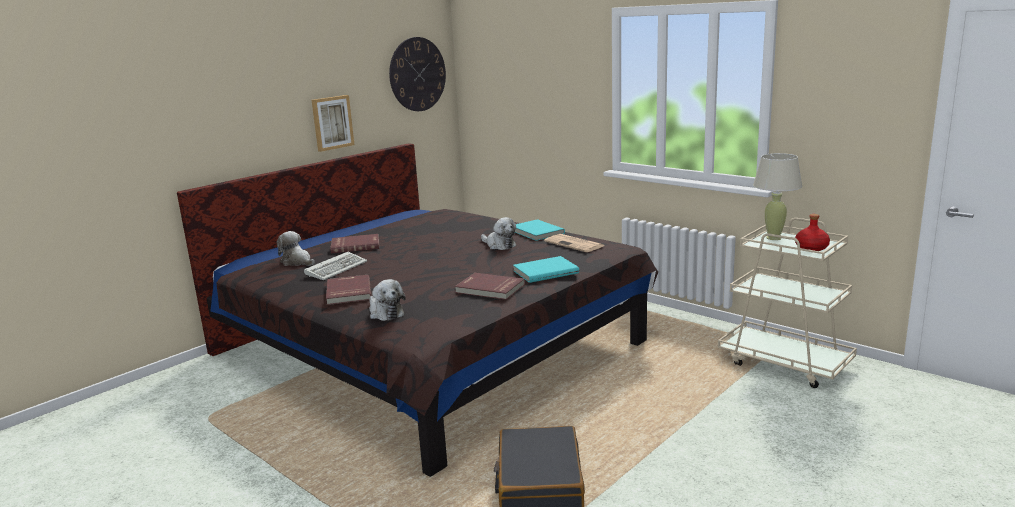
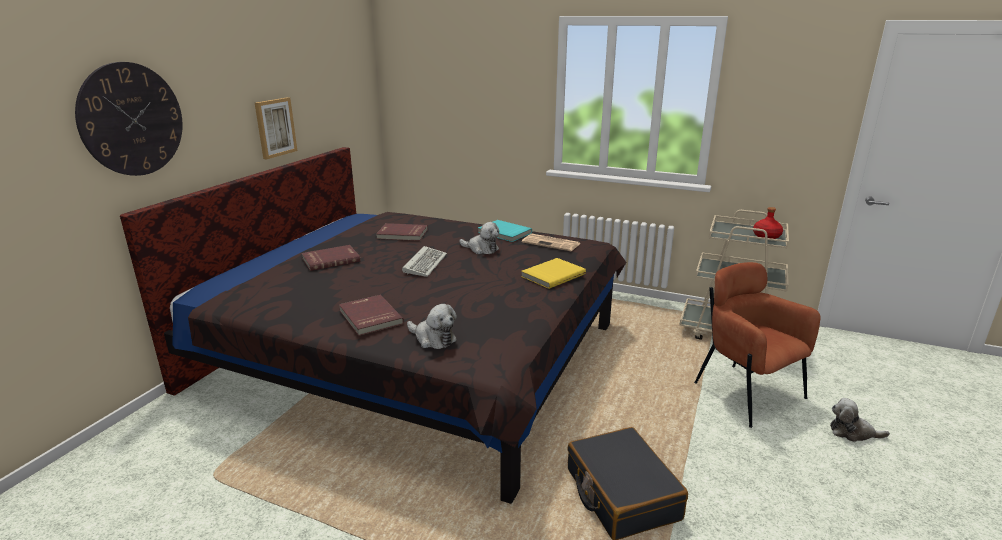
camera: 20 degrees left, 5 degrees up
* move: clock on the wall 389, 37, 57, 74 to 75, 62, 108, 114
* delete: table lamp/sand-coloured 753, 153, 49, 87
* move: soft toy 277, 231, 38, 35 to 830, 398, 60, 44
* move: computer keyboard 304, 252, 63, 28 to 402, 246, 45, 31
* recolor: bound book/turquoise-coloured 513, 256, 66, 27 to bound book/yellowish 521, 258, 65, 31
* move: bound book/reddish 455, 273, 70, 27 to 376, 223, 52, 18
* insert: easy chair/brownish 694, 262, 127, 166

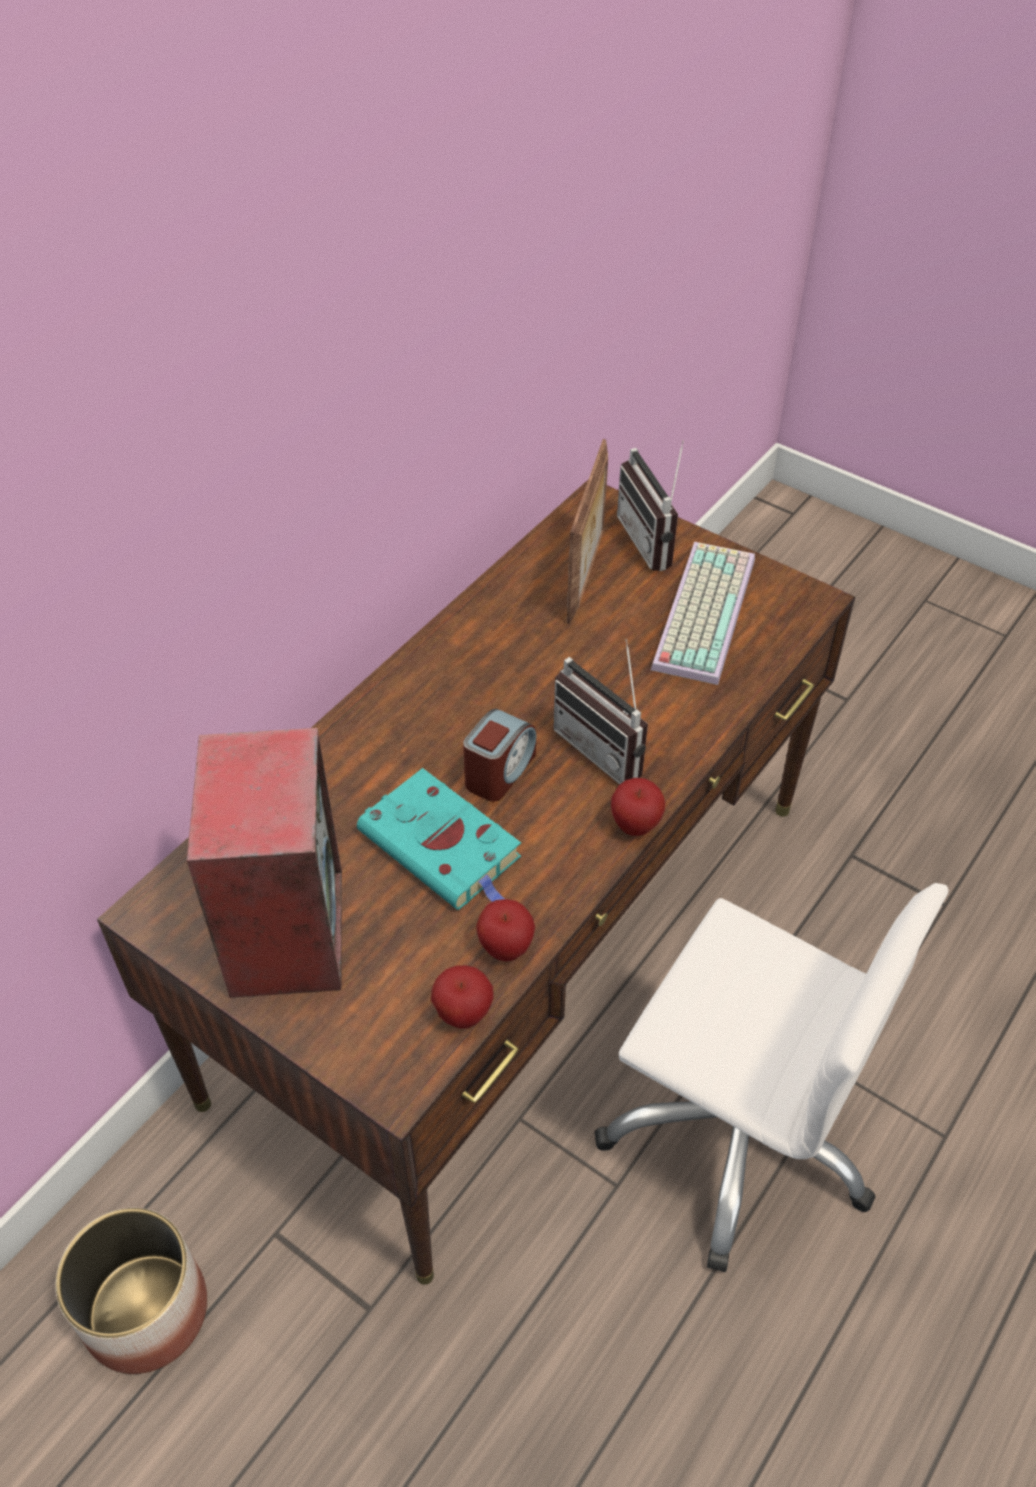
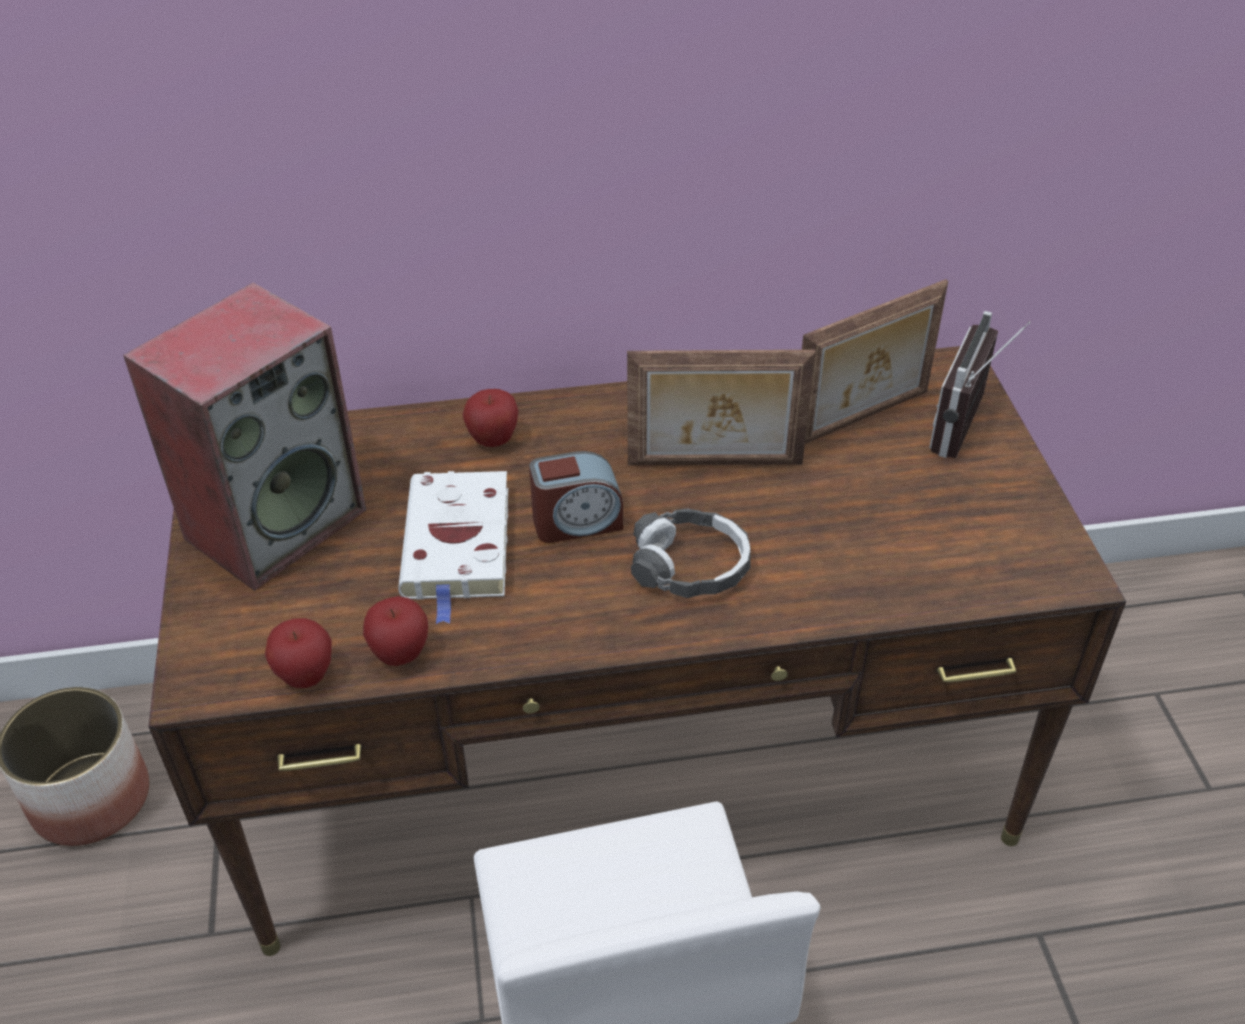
camera: 45 degrees right, 5 degrees down
* delete: computer keyboard 651, 542, 104, 143
* replace: radio set 553, 639, 95, 145 to headphones 631, 508, 120, 90
* recolor: bound book/turquoise-coloured 357, 768, 164, 142 to bound book/white 398, 471, 110, 153
* move: whole apple 611, 778, 54, 58 to 462, 389, 56, 58
* insert: picture frame 627, 350, 188, 115

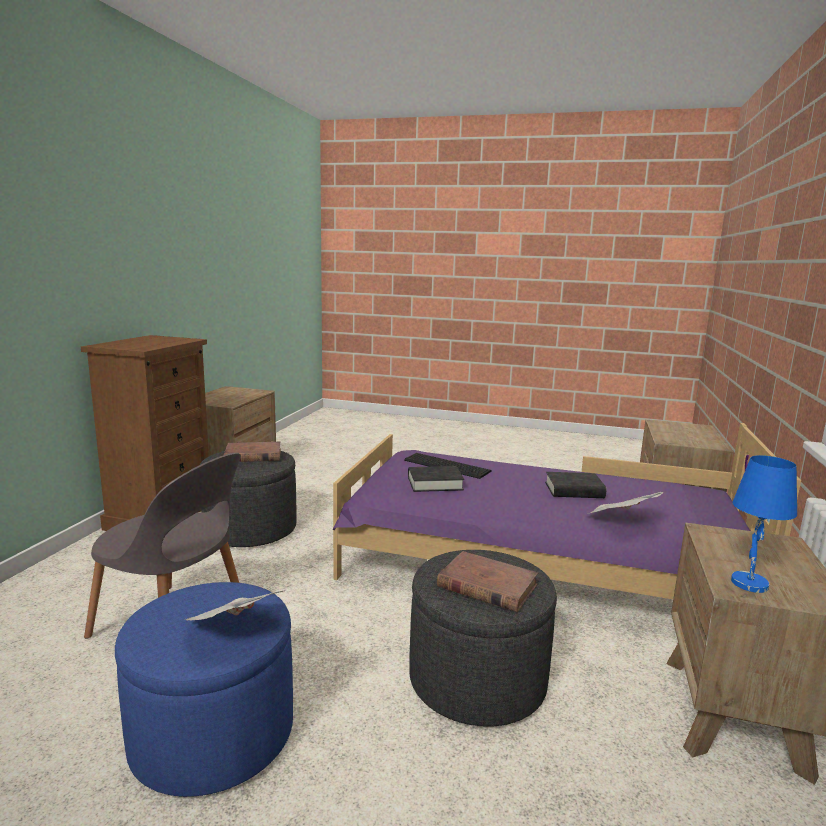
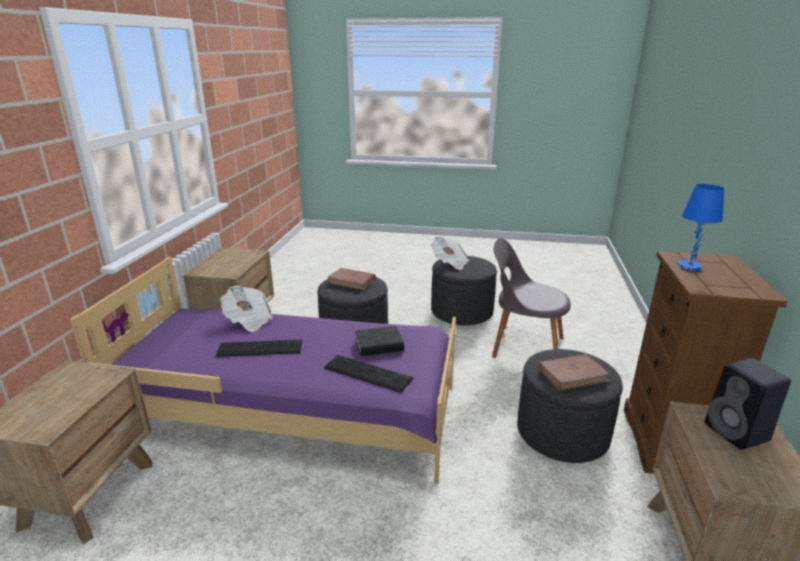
camera: 175 degrees right, 10 degrees up
* move: table lamp/blue-coloured 731, 455, 66, 138 to 678, 184, 46, 87
* replace: bound book/black 545, 472, 62, 26 to computer keyboard 216, 339, 87, 18
* recolor: pouffe/blue-coloured 115, 582, 178, 215 to pouffe/greyish 431, 256, 66, 69
* insert: speaker/black 705, 358, 86, 92

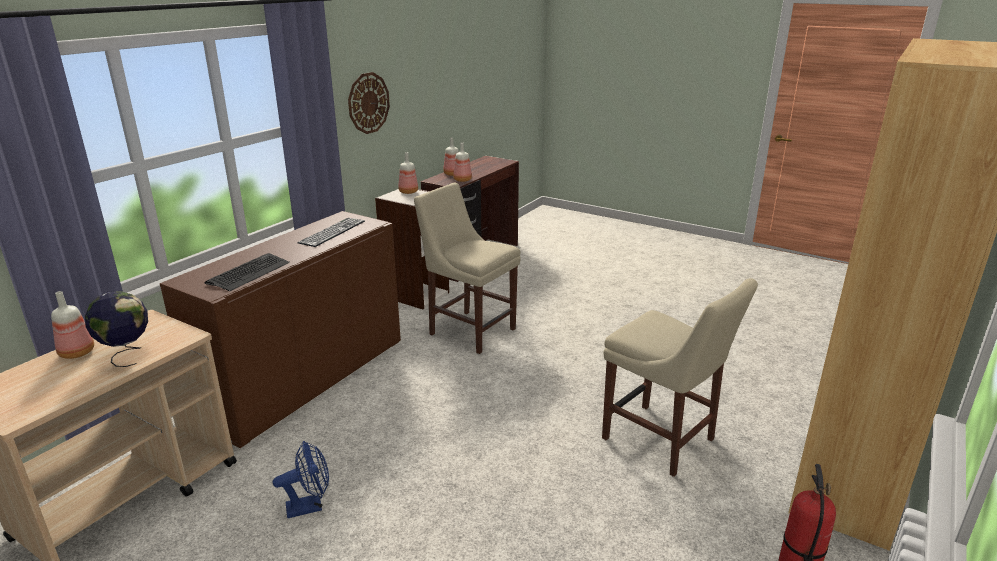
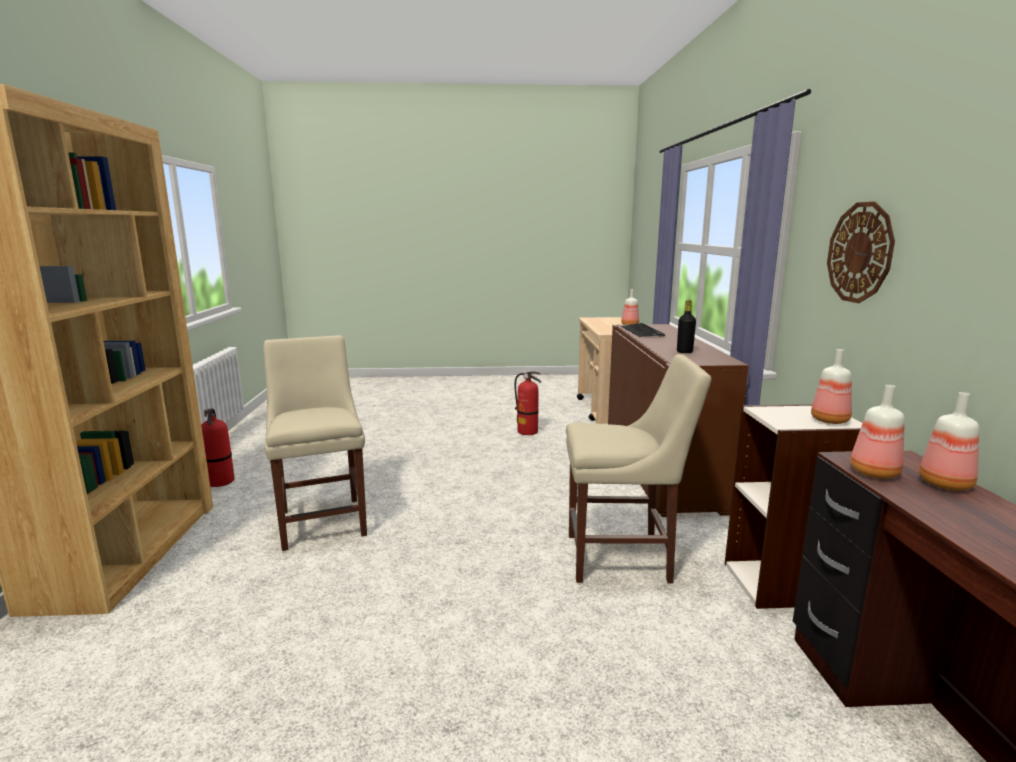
camera: 145 degrees right, 10 degrees down
* replace: computer keyboard 298, 218, 67, 29 to drink bottle/black 677, 300, 19, 53
* rotate: upright chair/sand-coloured 602, 278, 156, 199 = 263, 335, 104, 216 60 degrees clockwise
* delete: desk globe 85, 291, 63, 76
* replace: fan/blue-coloured 273, 441, 56, 77 to fire-fighting cylinder 515, 371, 26, 64

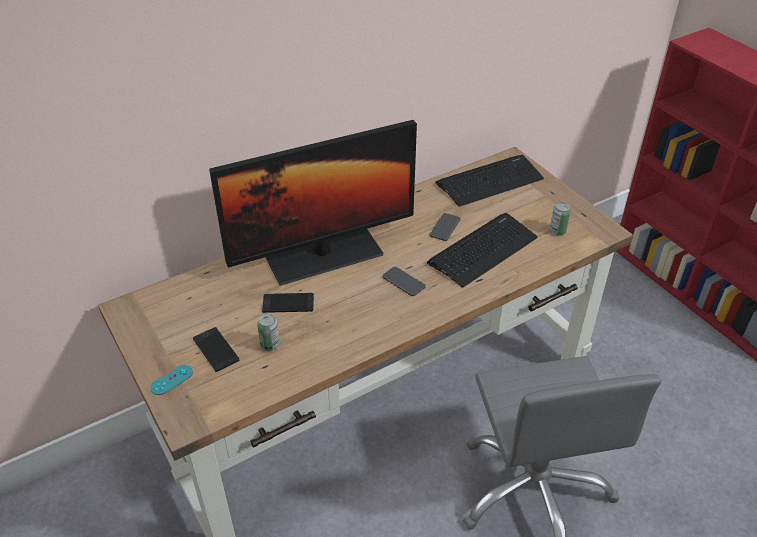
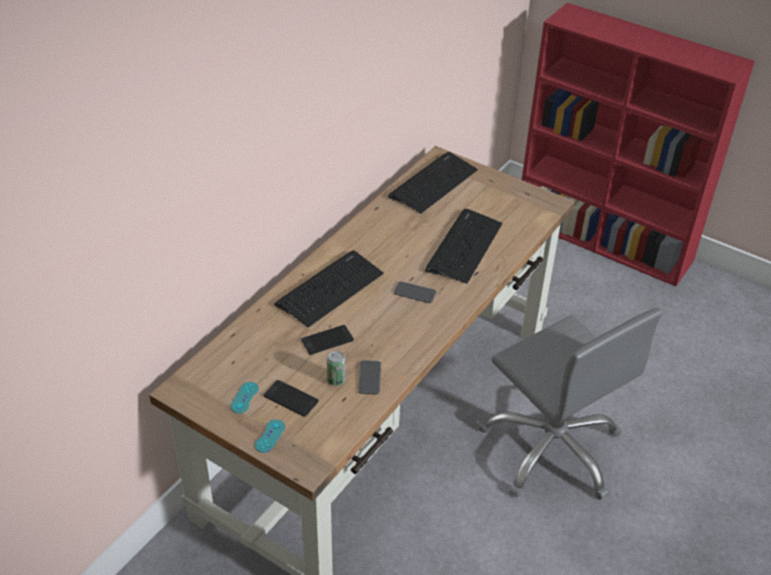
camera: 25 degrees left, 0 degrees up
* replace: computer screen 209, 120, 208, 166 to computer keyboard 274, 250, 110, 77
* delete: sealed can 550, 202, 21, 34
* move: telephone 430, 213, 30, 28 to 358, 360, 23, 34
* insert: gamepad/turquoise-coloured 231, 382, 28, 31

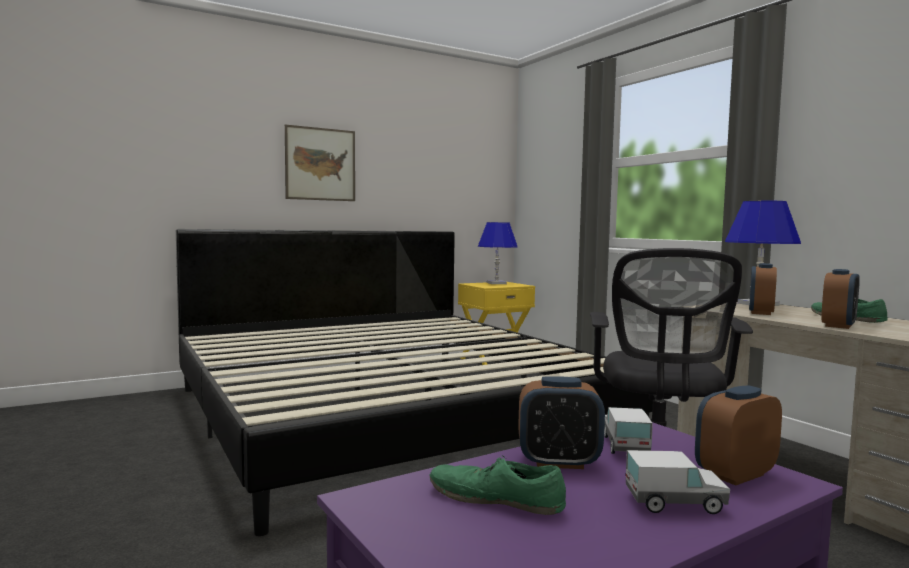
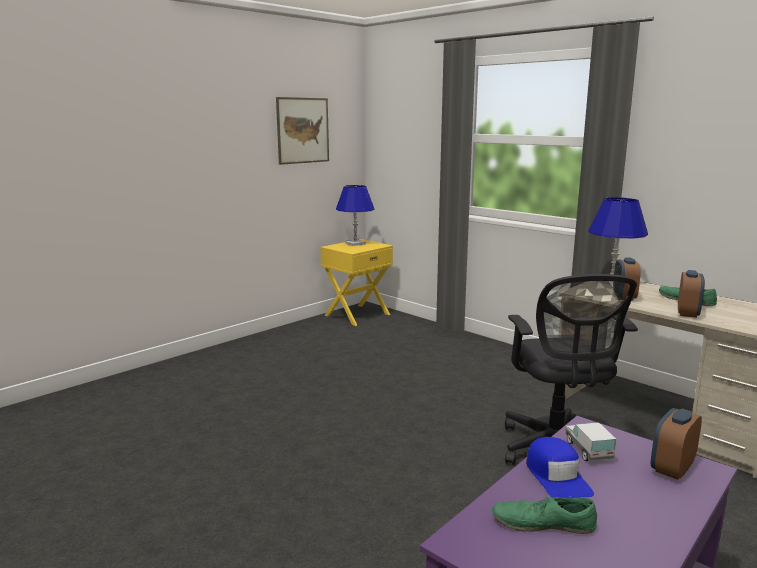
camera: 15 degrees left, 10 degrees up
* move: wall picture 285, 124, 70, 77 to 276, 97, 53, 68
* delete: bedroom bed 176, 229, 477, 307
* replace: table clock 518, 376, 87, 93 to peaked cap/blue-coloured 526, 437, 68, 61
* delete: model truck 626, 450, 104, 64

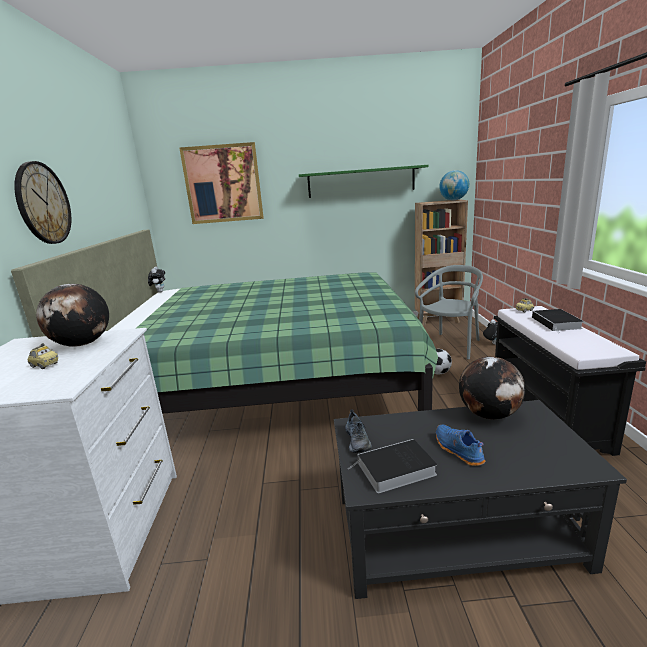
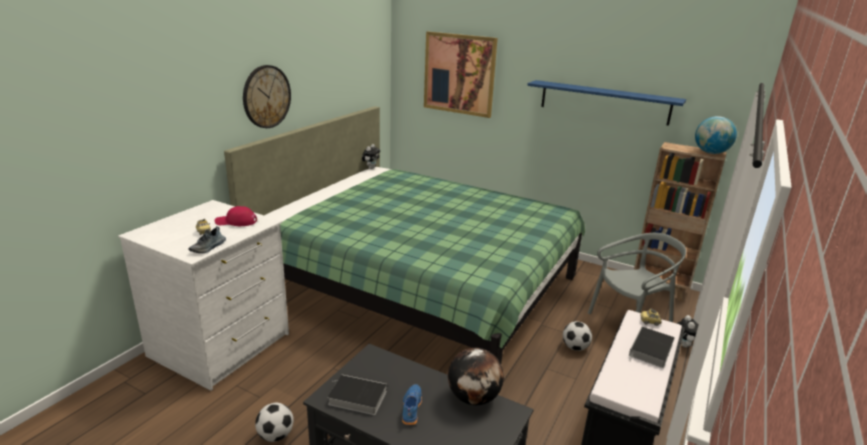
camera: 30 degrees right, 5 degrees up
* recolor: shelf/green-coloured 299, 165, 130, 33 to shelf/blue-coloured 527, 80, 159, 46
* replace: desk globe 36, 284, 73, 63 to peaked cap/reddish 215, 206, 42, 20
* move: item of footwear 345, 410, 27, 43 to 188, 226, 38, 27
* insert: football ball 255, 403, 39, 39

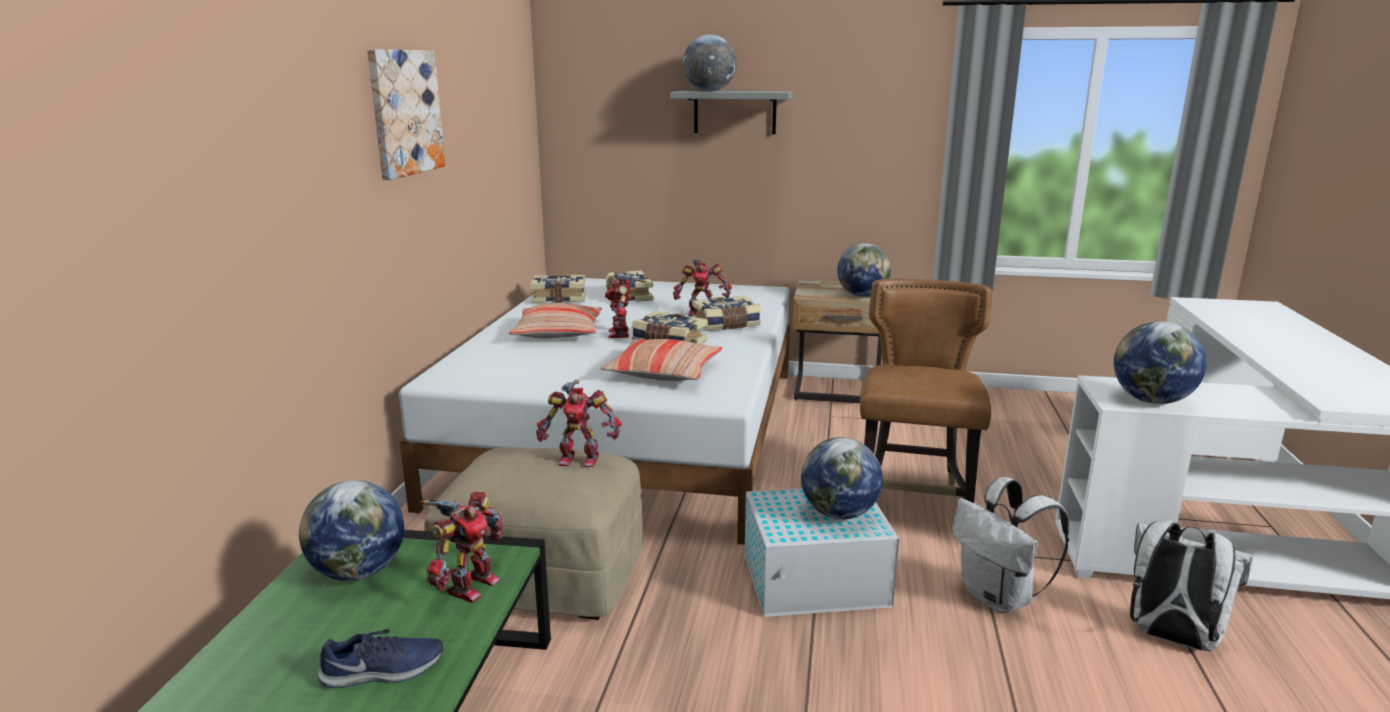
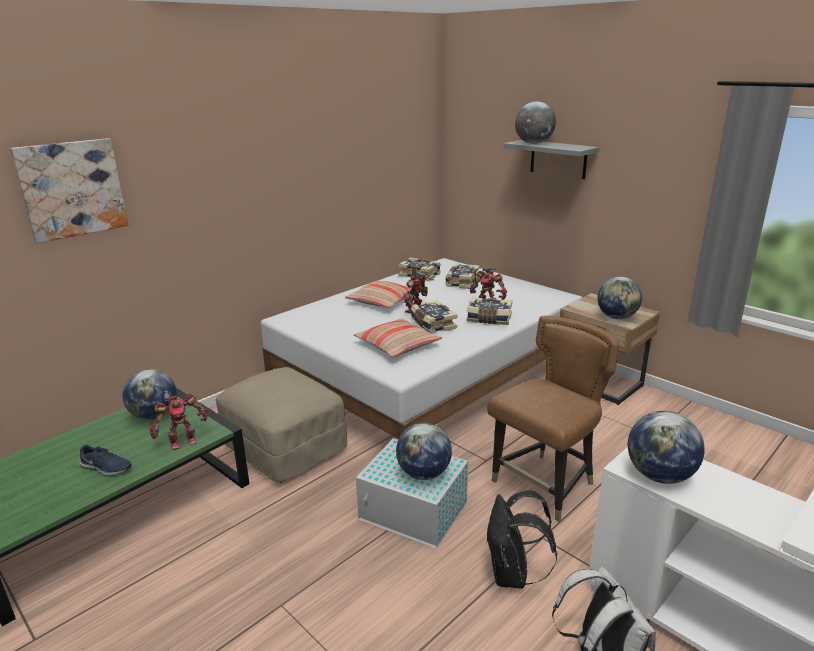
camera: 35 degrees right, 5 degrees up
* move: wall picture 367, 49, 78, 131 to 10, 138, 118, 105
* delete: toy robot 536, 380, 86, 87
* recolor: rucksack/white 952, 477, 117, 137 to rucksack/black 486, 490, 71, 98

